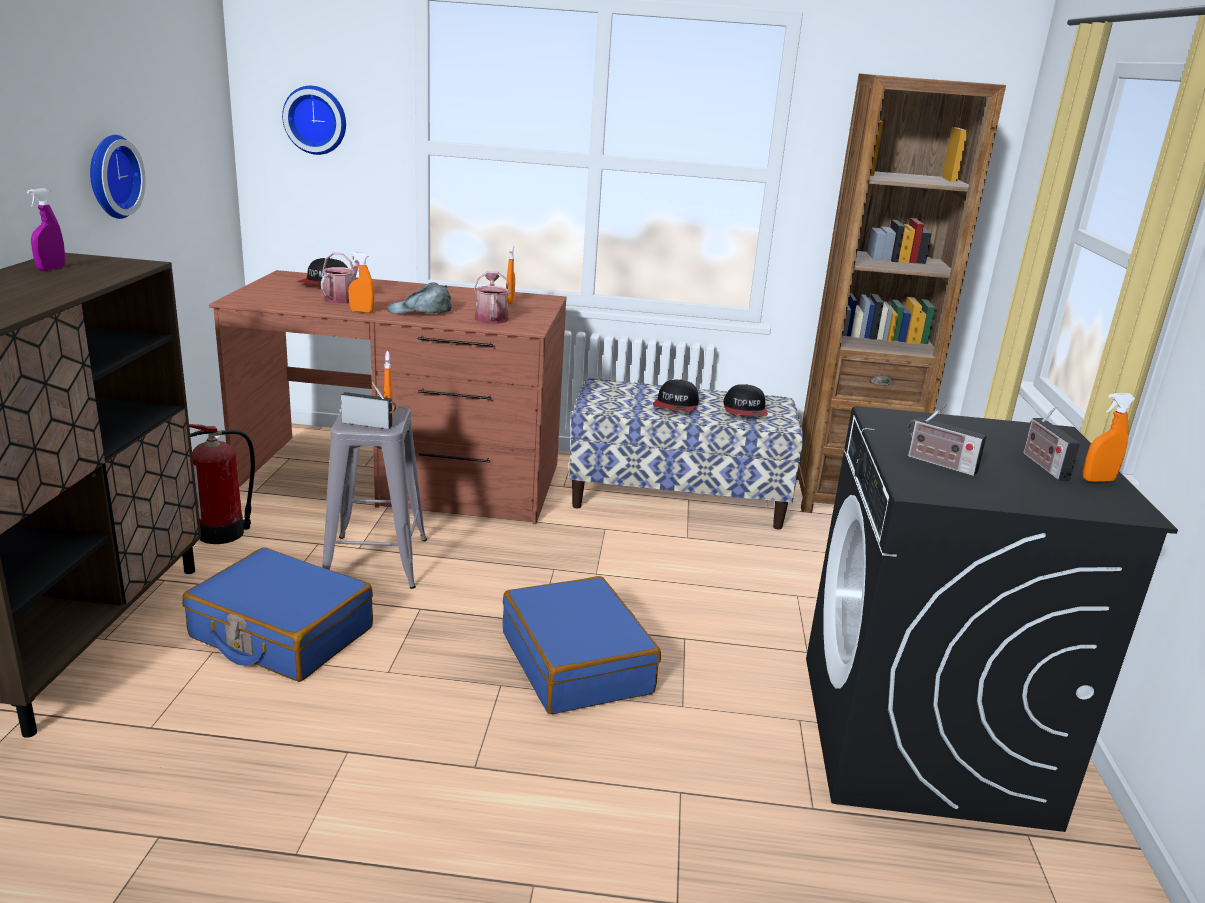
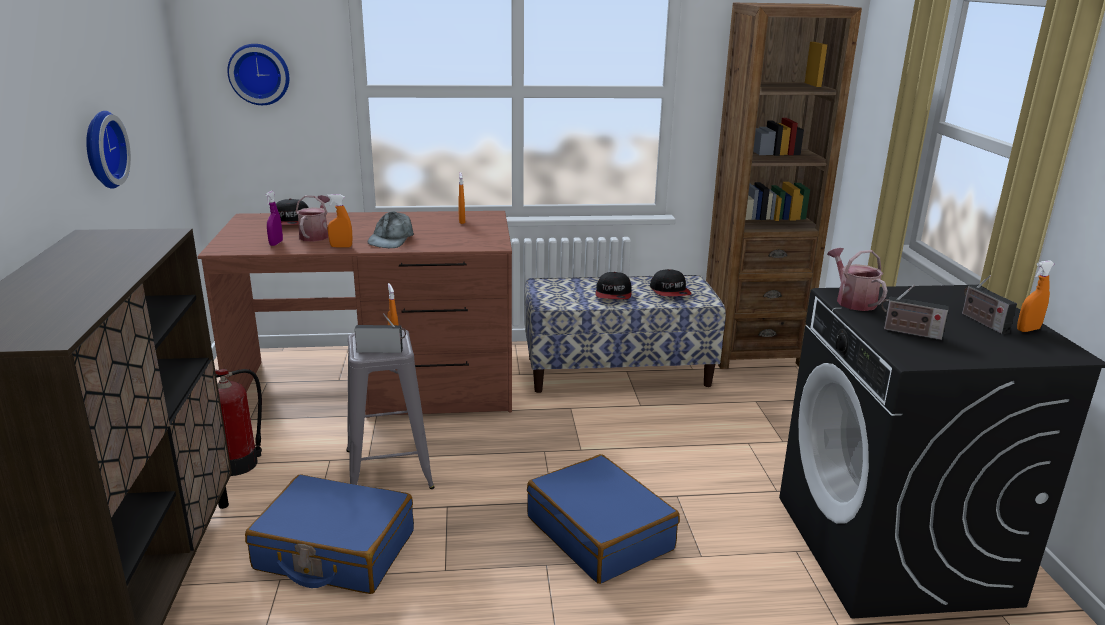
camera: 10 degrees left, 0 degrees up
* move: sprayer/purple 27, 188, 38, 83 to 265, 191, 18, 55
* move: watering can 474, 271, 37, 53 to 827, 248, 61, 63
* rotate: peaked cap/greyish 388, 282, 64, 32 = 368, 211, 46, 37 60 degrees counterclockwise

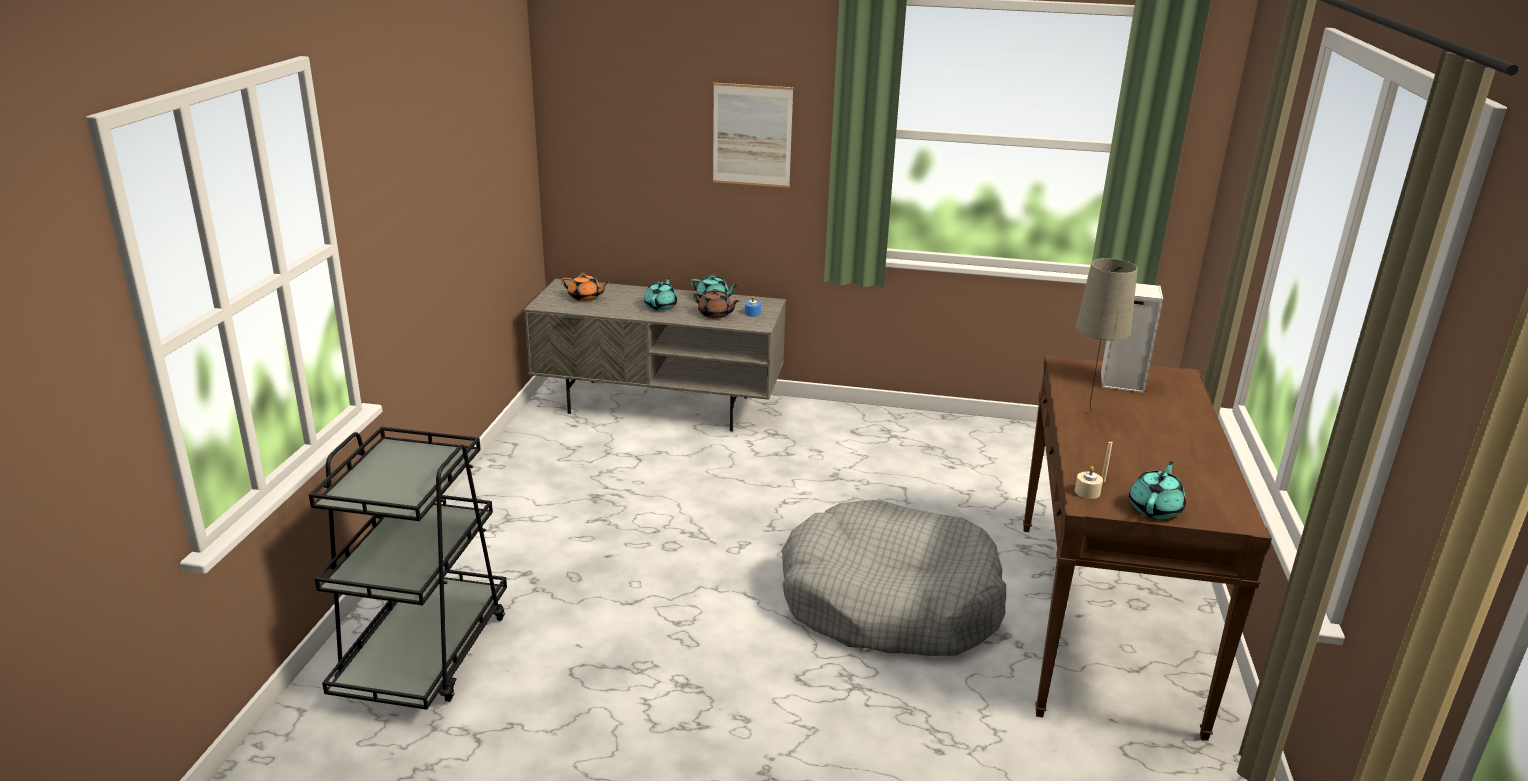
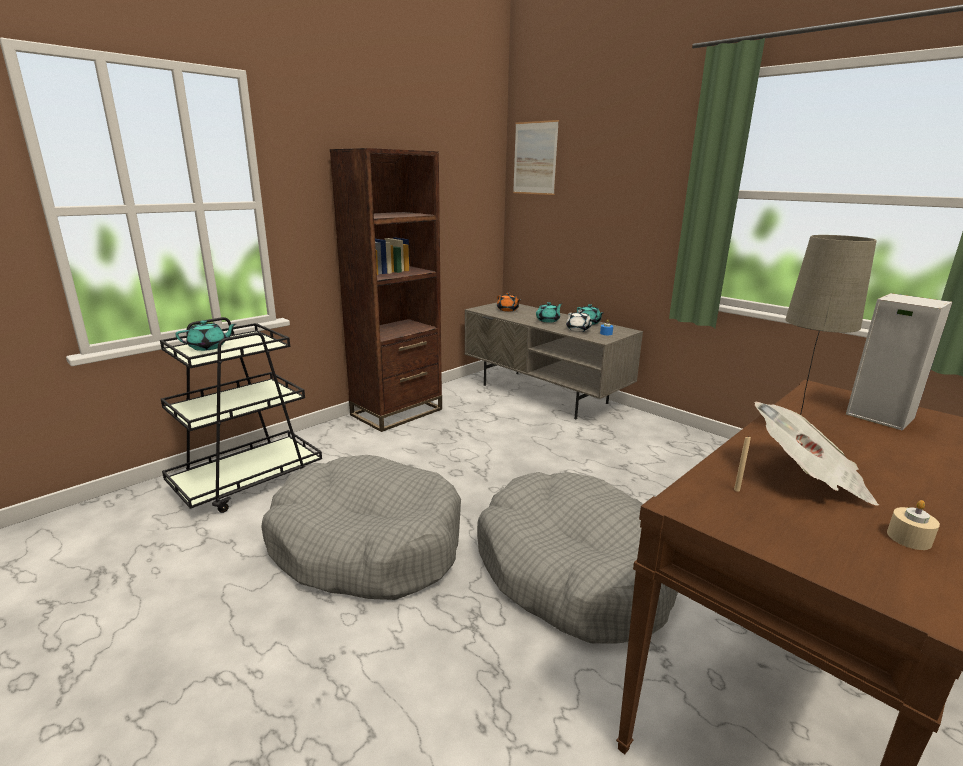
camera: 35 degrees right, 5 degrees down
* move: wall picture 713, 83, 80, 105 to 513, 120, 46, 75
* recolor: pot for tea/brownish 694, 289, 45, 30 to pot for tea/white 566, 310, 27, 22
* move: pot for tea/turquoise-coloured 1129, 461, 57, 58 to 175, 320, 61, 31
* move: wax candle/sand-coloured 1075, 466, 28, 33 to 887, 500, 53, 50
* insert: bookcase/brownish 330, 148, 112, 284
* insert: daily paper 754, 401, 125, 105
* insert: dog bed/greyish 261, 455, 200, 145

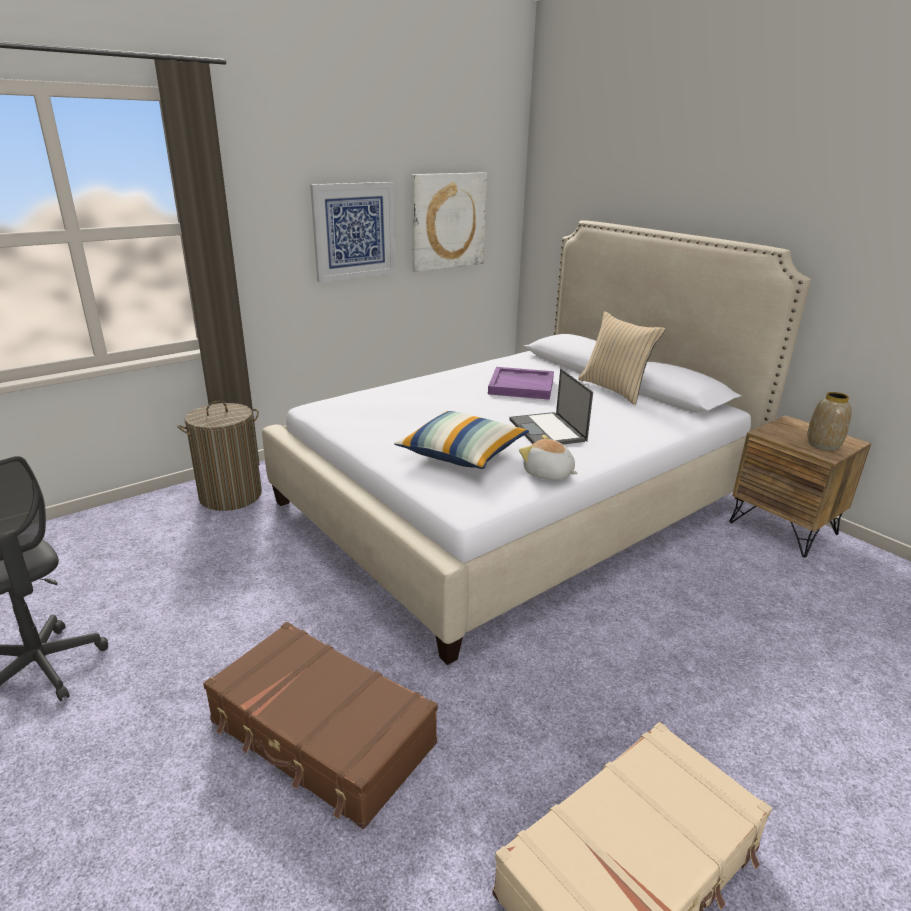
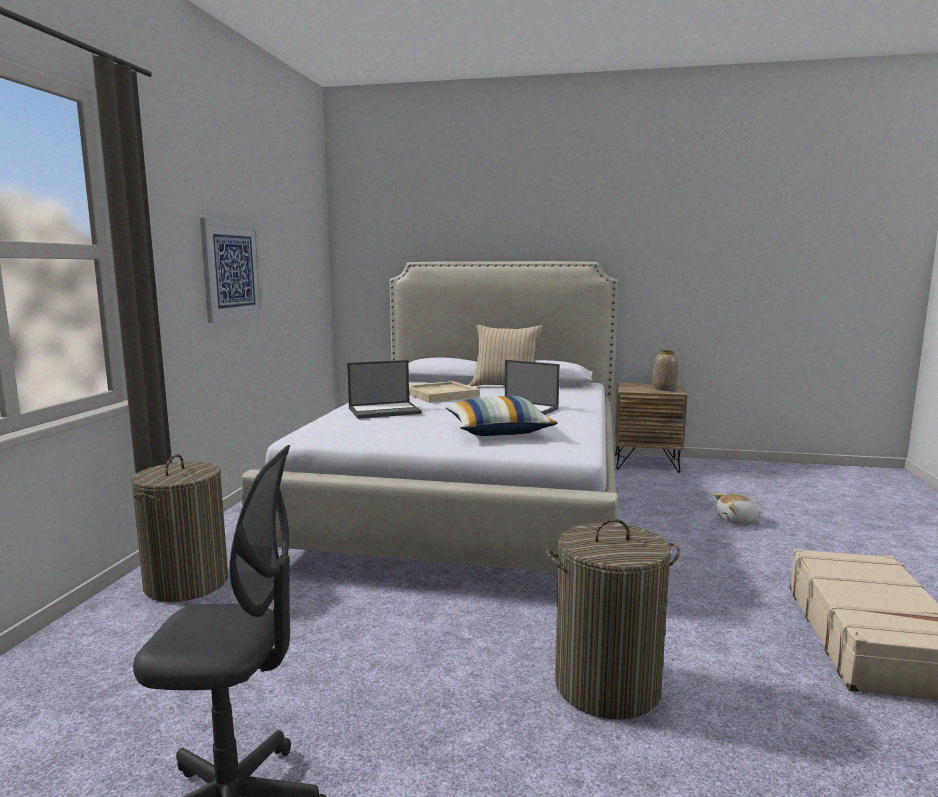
camera: 40 degrees left, 15 degrees down
* delete: wall picture 411, 173, 76, 99
* recolor: carrying tray/purple 488, 367, 66, 33 to carrying tray/sand-coloured 409, 381, 71, 22
* move: soft toy 519, 435, 59, 45 to 714, 493, 48, 31
* replace: suitcase/brownish 203, 622, 235, 207 to laundry basket 546, 519, 134, 200
* insert: notebook computer 347, 360, 75, 59

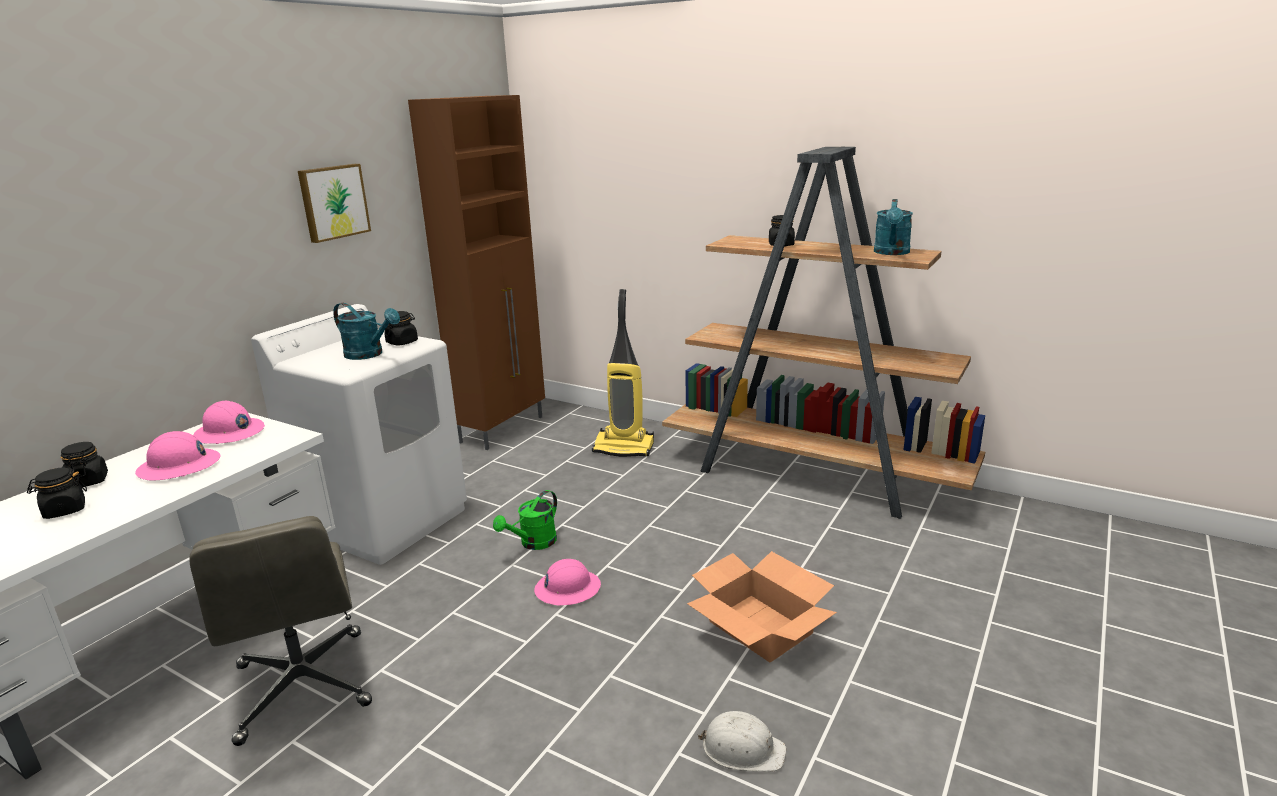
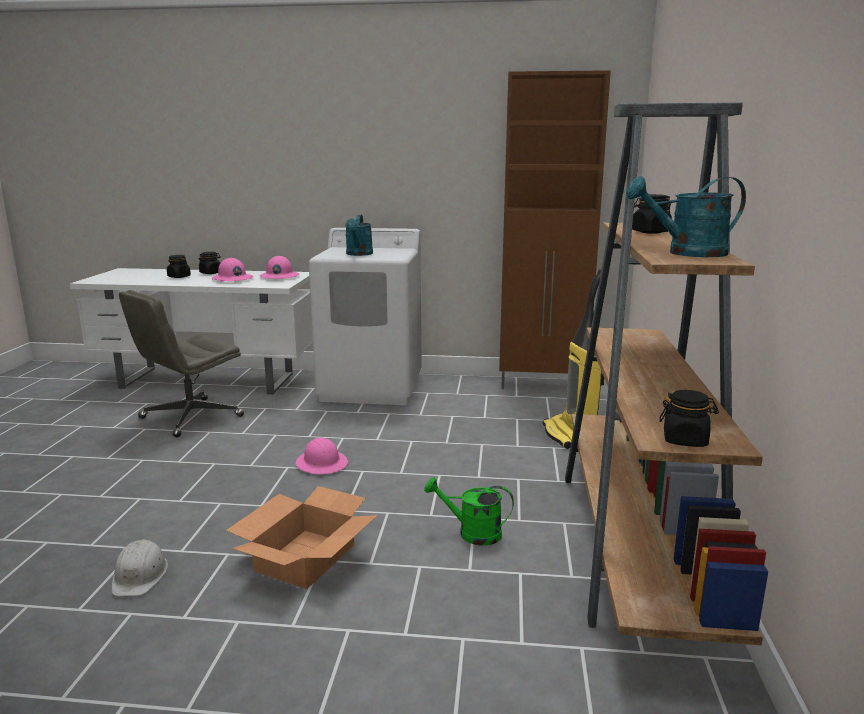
camera: 65 degrees right, 5 degrees down
* delete: wall picture 298, 164, 73, 79
* move: preserve jar/black 384, 311, 34, 35 to 659, 390, 60, 57
* move: watering can/green-coloured 493, 490, 64, 60 to 424, 477, 90, 69

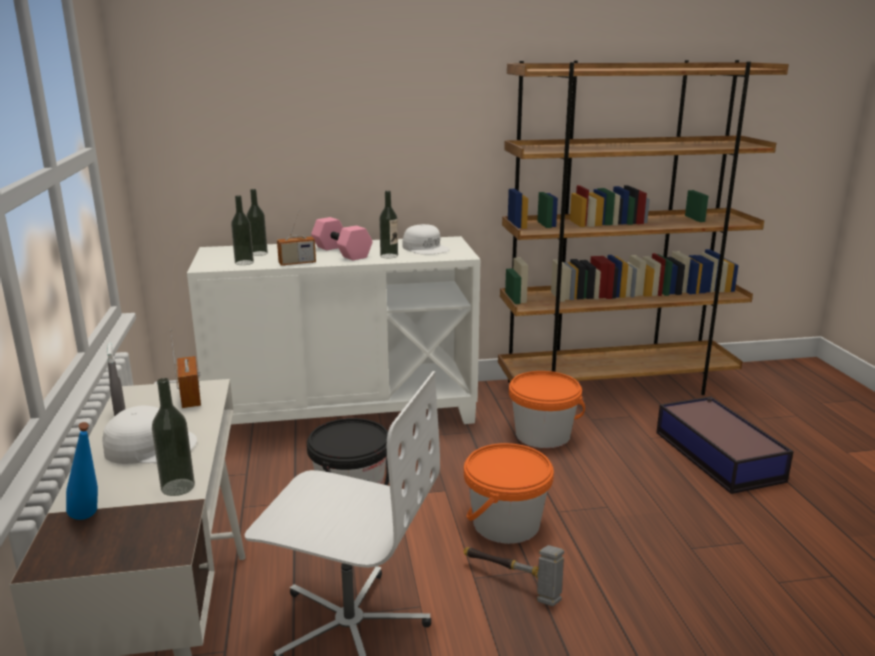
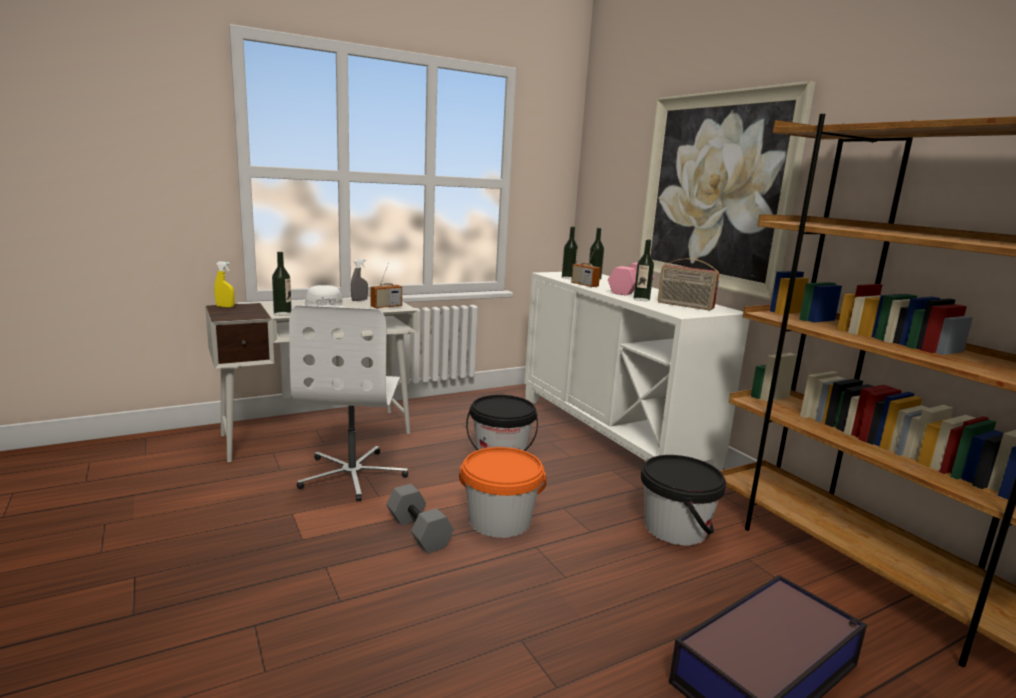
camera: 70 degrees right, 5 degrees down
* replace: peaked cap/white 402, 224, 48, 31 to radio set 658, 258, 62, 52
* recolor: water bucket/orangey 509, 371, 76, 77 to water bucket/black 641, 455, 85, 90
* delete: drink bottle/blue-coloured 66, 422, 32, 98
* replace: tool hammer 463, 545, 101, 61 to dumbbell/greyish 386, 484, 68, 70
* insert: wall picture 639, 81, 177, 220
* insert: sprayer/yellowish 214, 261, 21, 47

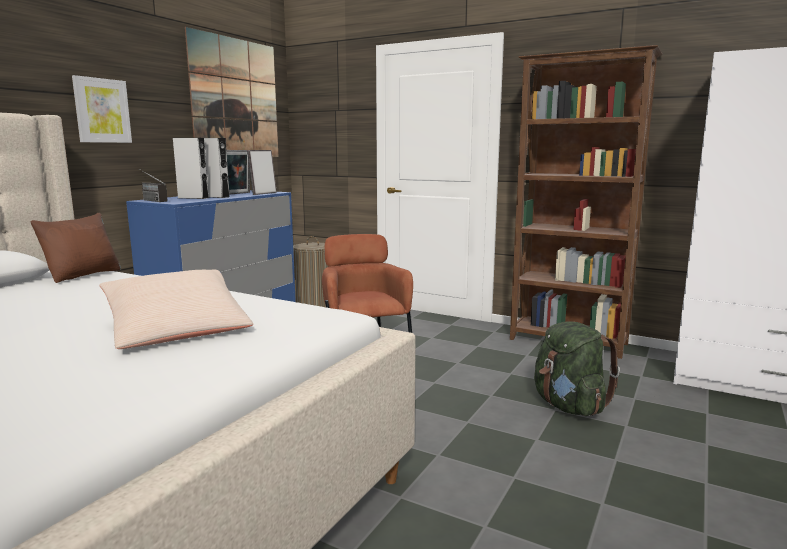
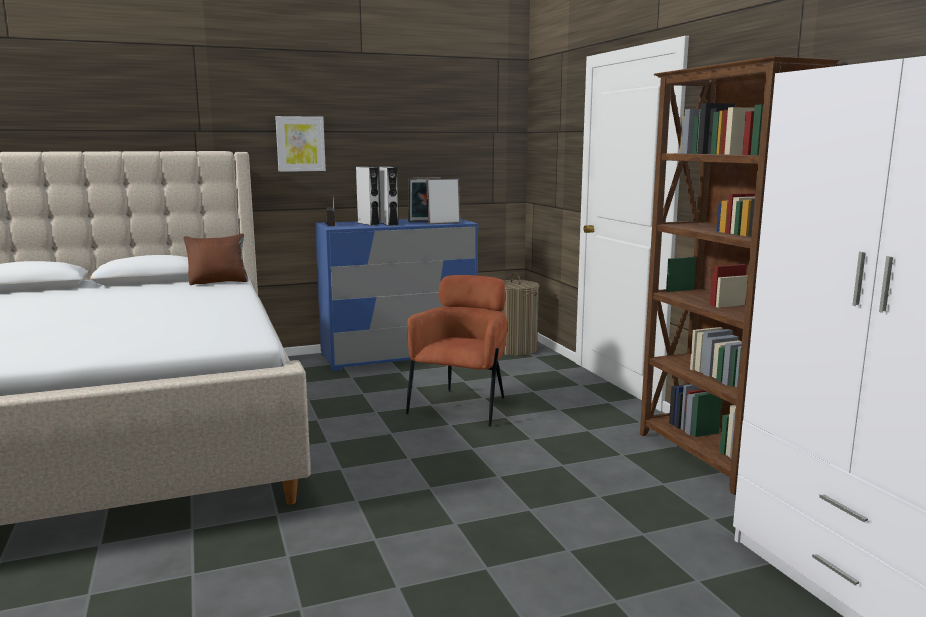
camera: 40 degrees right, 0 degrees up
* delete: wall picture 185, 27, 94, 130
* delete: pillow/sand-coloured 99, 270, 154, 79
* delete: rucksack/green-coloured 534, 321, 86, 95

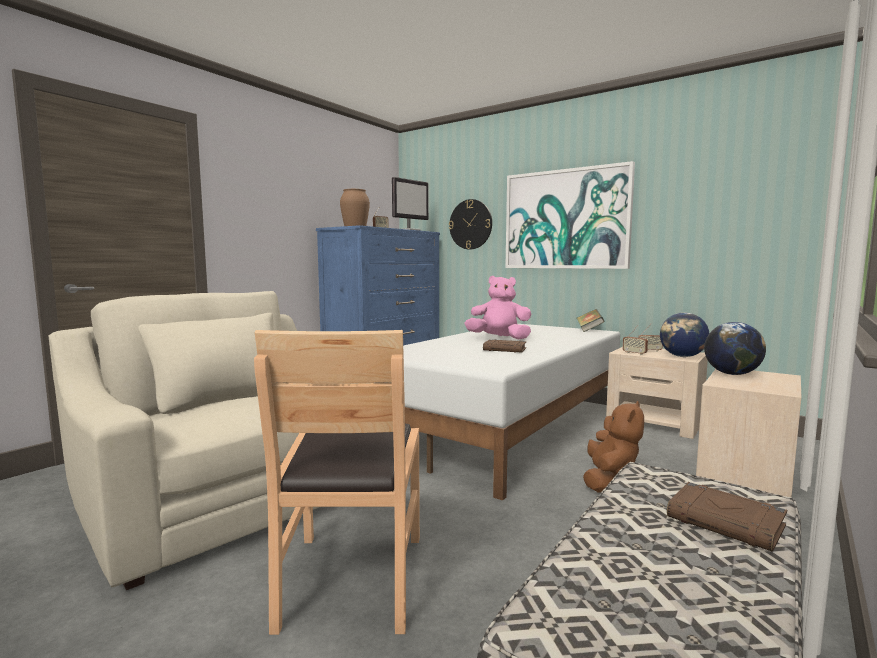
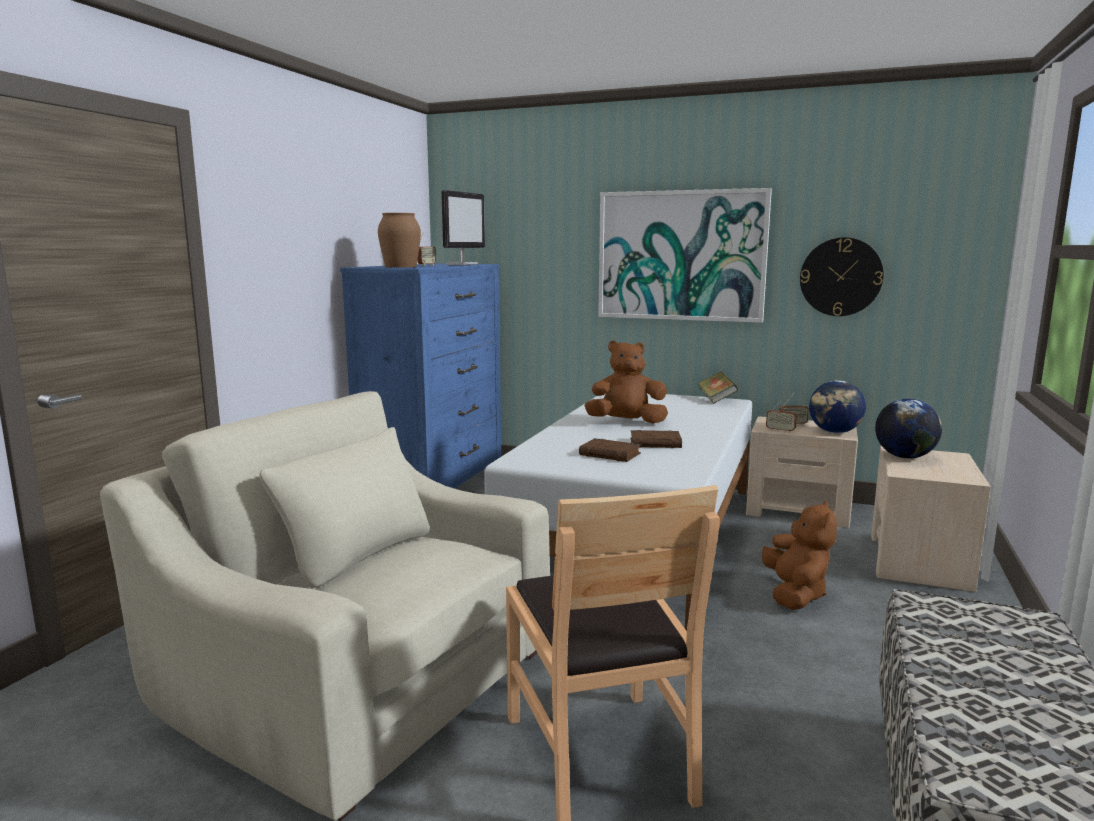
camera: 15 degrees left, 5 degrees up
* move: clock on the wall 449, 199, 43, 51 to 800, 237, 84, 79
* recolor: soft toy/pink 464, 276, 67, 63 to soft toy/brownish 585, 340, 83, 83
* move: bound book/brownish 667, 482, 120, 70 to 579, 438, 62, 24

